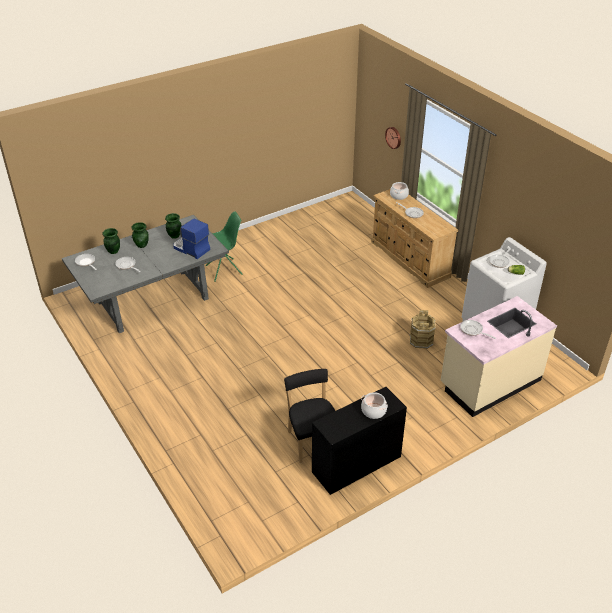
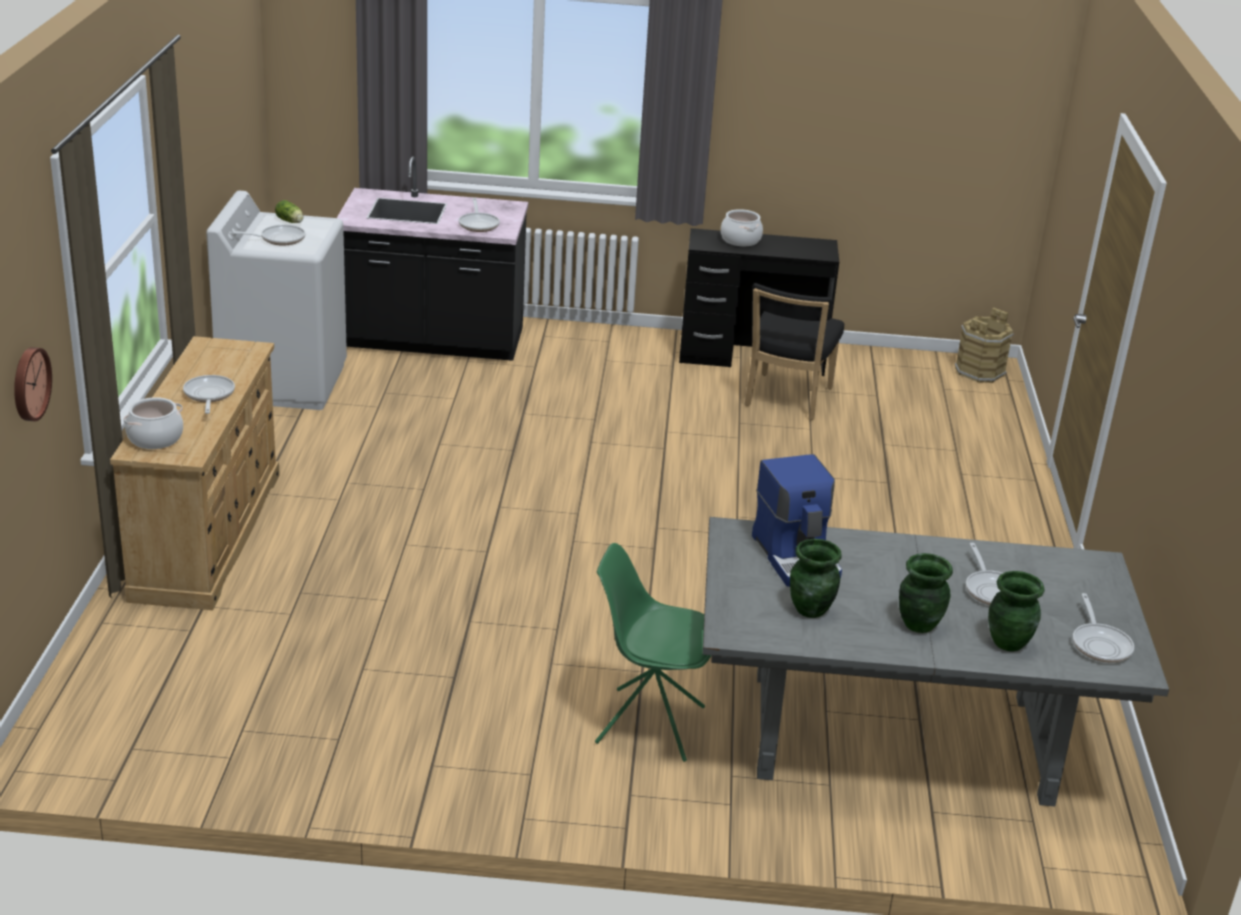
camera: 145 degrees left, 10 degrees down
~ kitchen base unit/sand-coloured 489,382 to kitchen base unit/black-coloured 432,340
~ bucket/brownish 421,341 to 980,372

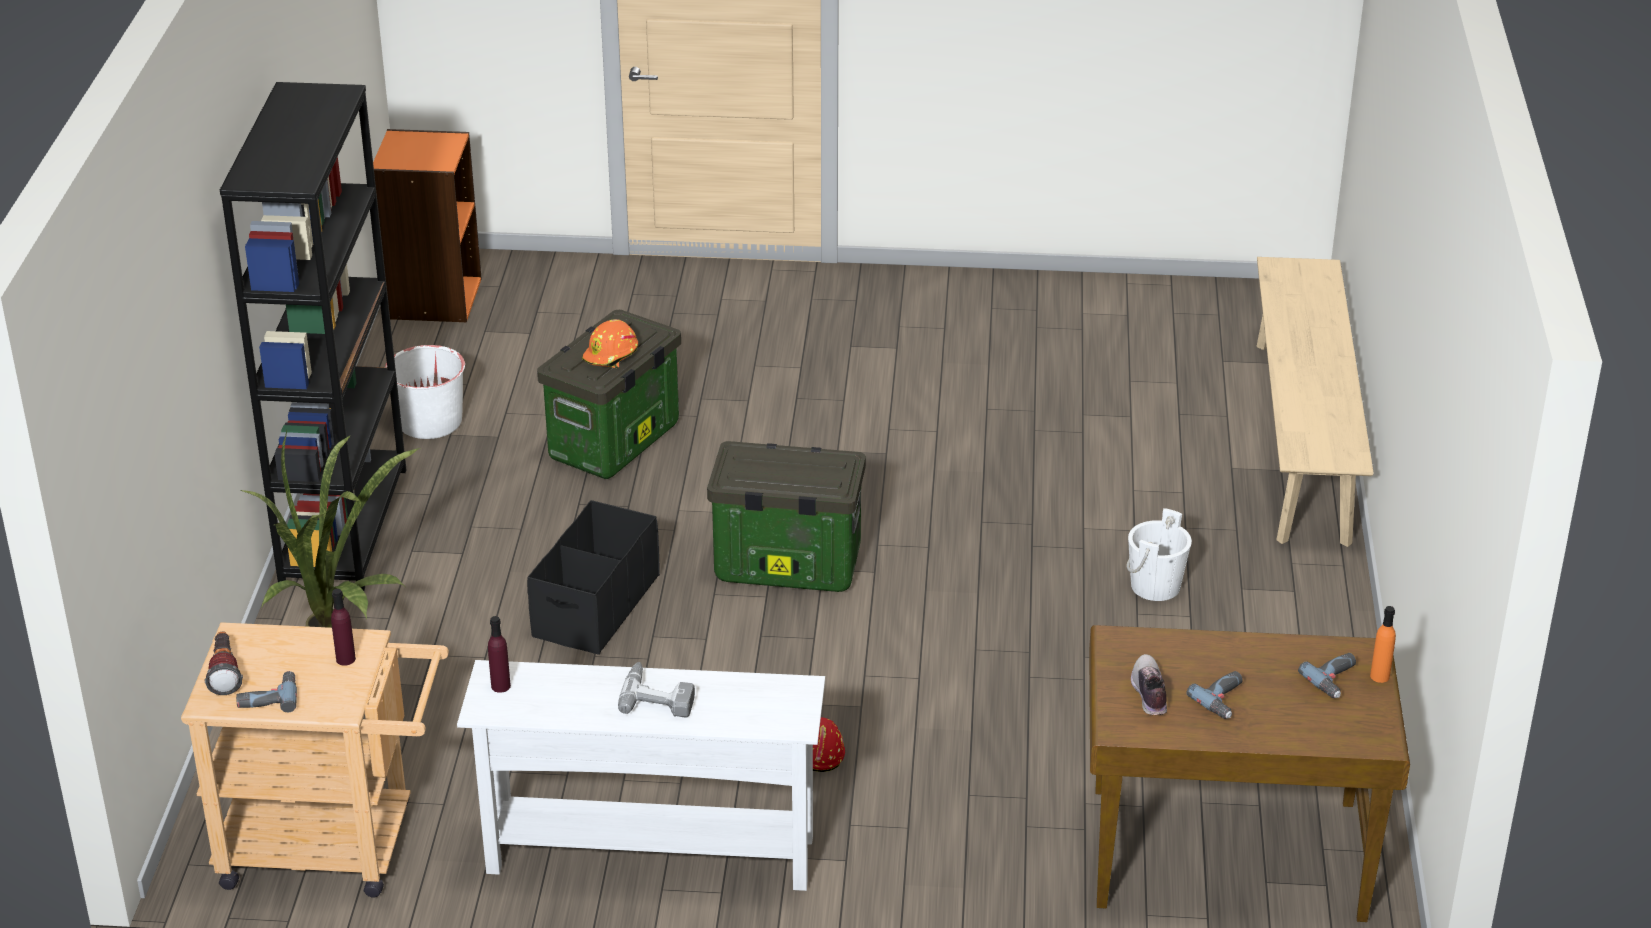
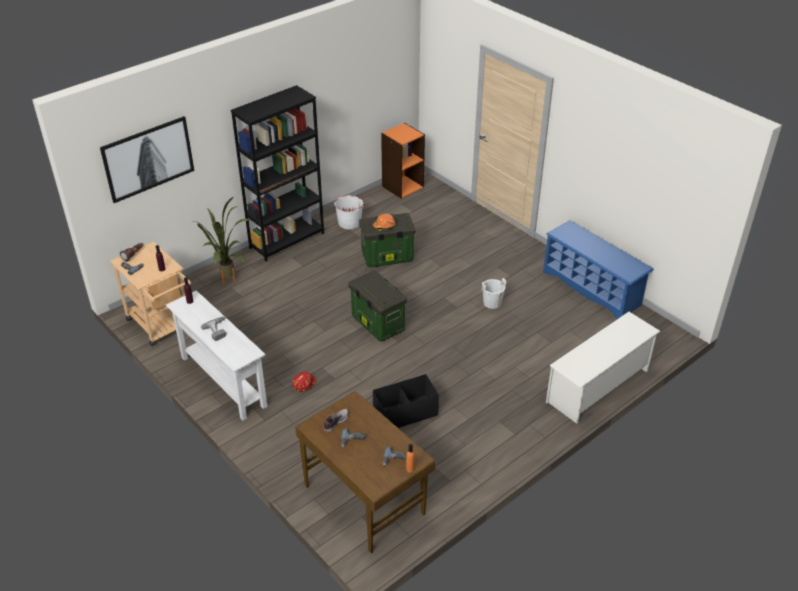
camera: 45 degrees right, 5 degrees up
~ bench/sand-coloured 1302,440 to shoe shelf/white 598,386
~ storage container/black-coloured 595,606 to 405,413
~ bucket/white 1155,586 to 492,302
+ wall picture 148,159
+ shoe shelf/blue 592,288

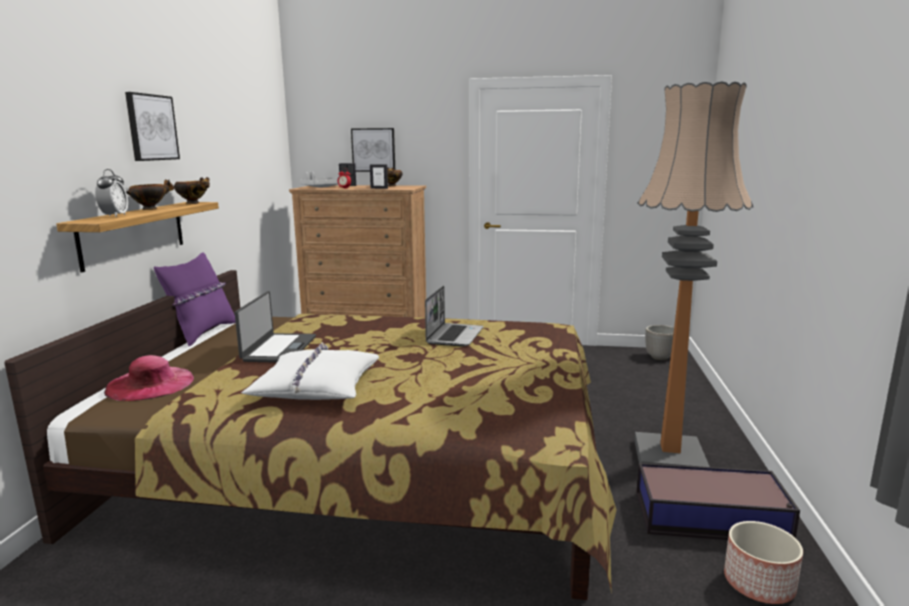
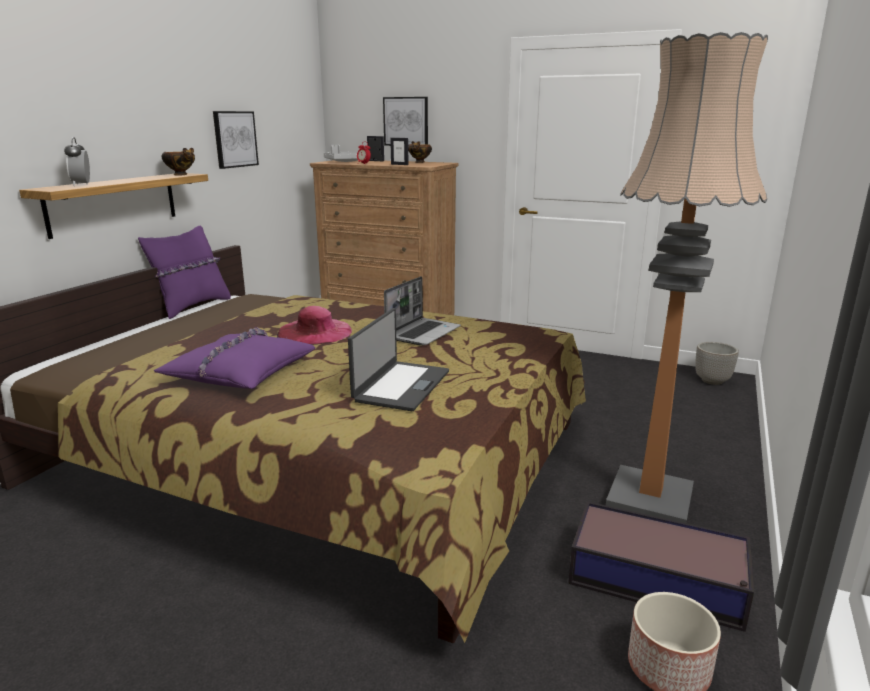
camera: 15 degrees right, 5 degrees up
~ wall picture 151,127 to 234,139
~ table clock 115,216 = 81,185 150 degrees clockwise
- bowl 151,209
~ portable computer 278,348 to 401,386
~ cushion/white 316,387 to cushion/purple 240,373
~ hat/pink-coloured 150,384 to 315,332

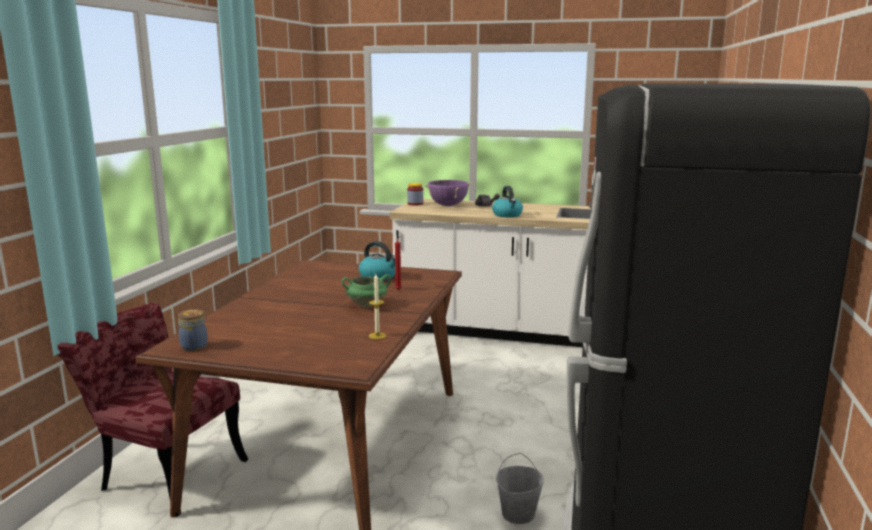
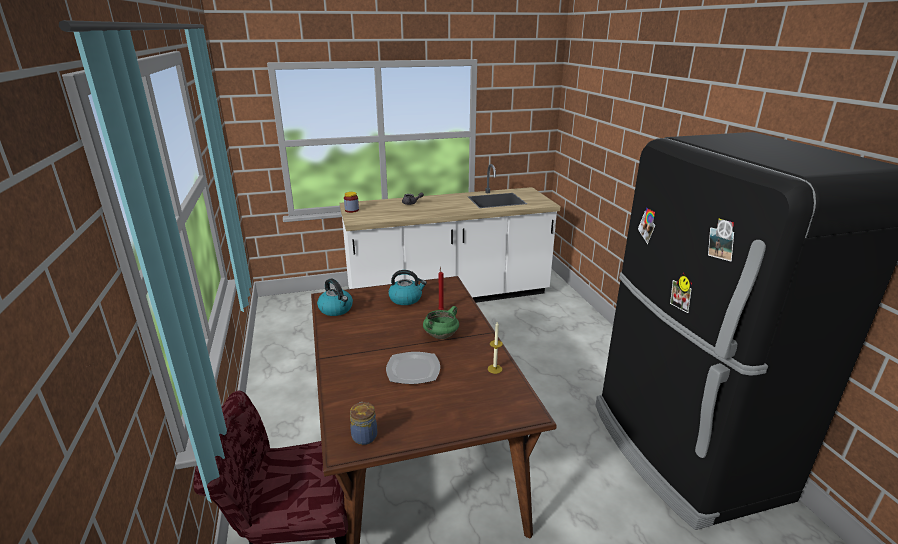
camera: 30 degrees left, 10 degrees up
- cooking pot/purple 448,205
~ tea kettle 507,215 to 336,309
- bucket/greyish 518,514
+ plate 412,369

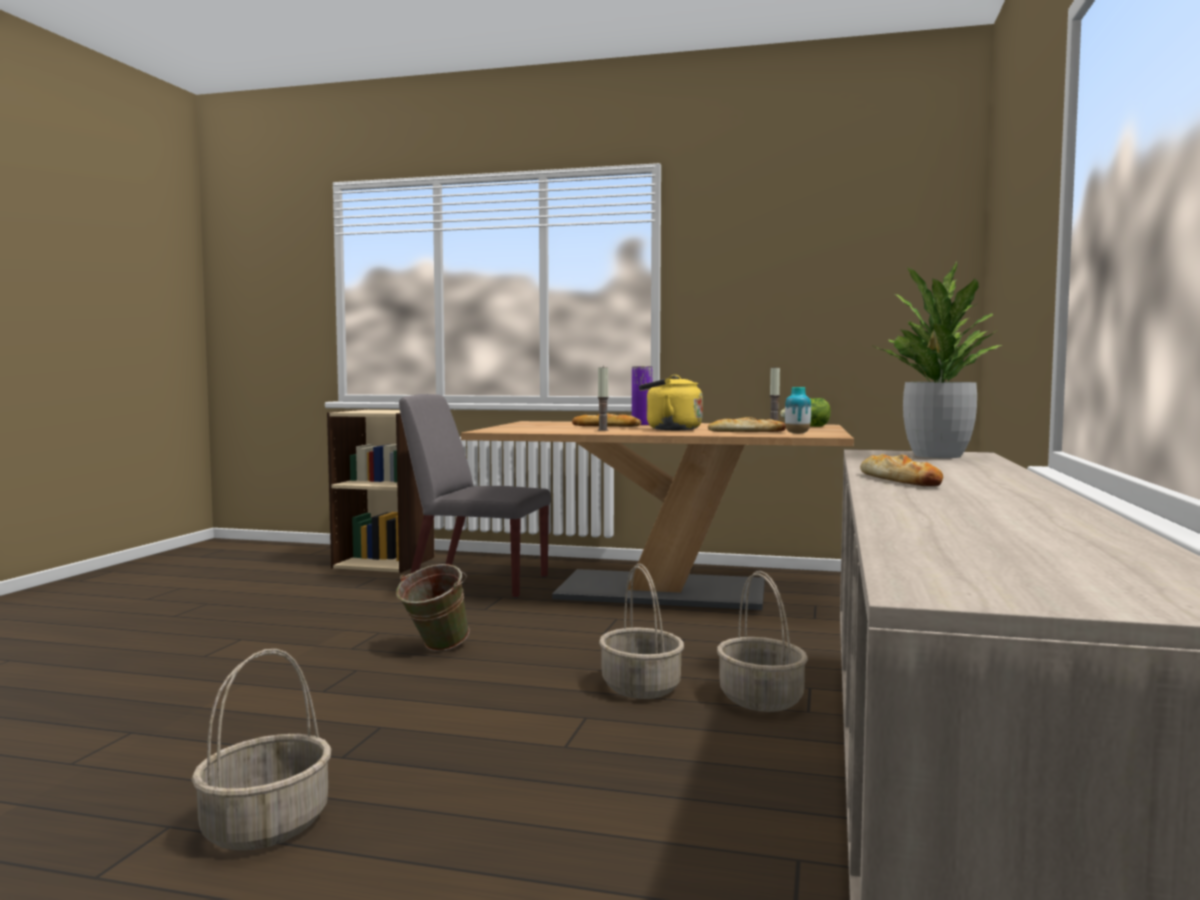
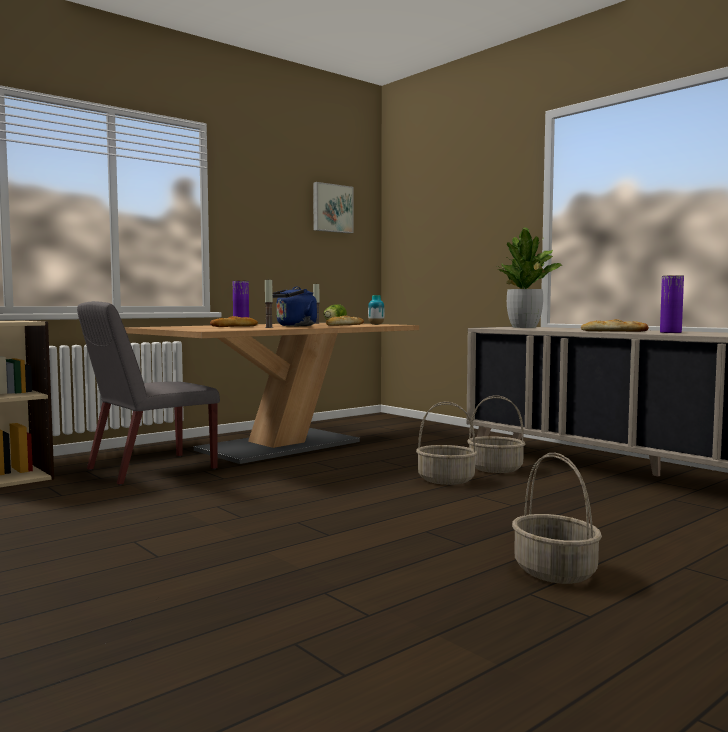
camera: 55 degrees left, 0 degrees up
~ tea kettle/yellowish 669,429 to tea kettle/blue 294,326
- bucket/green-coloured 434,650
+ wall picture 331,208
+ decorative vase/purple 670,332

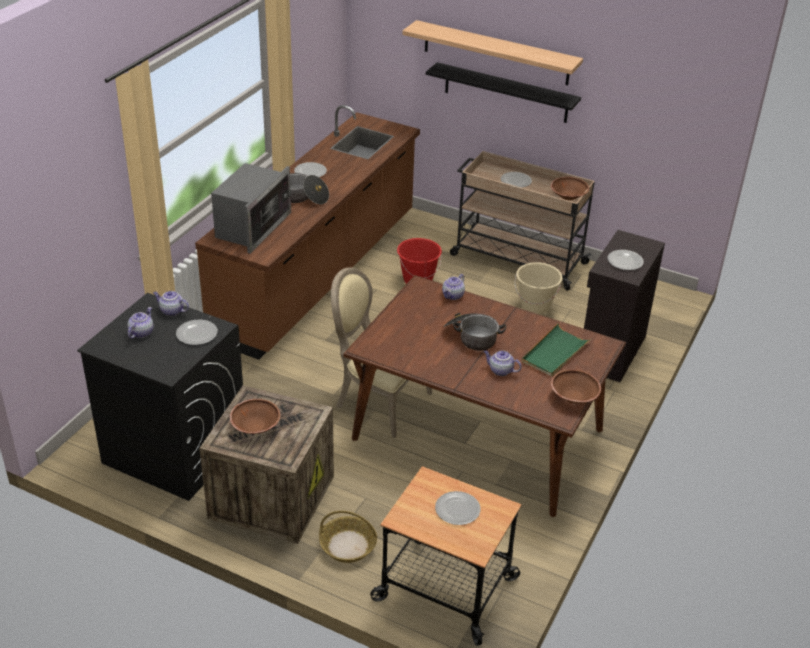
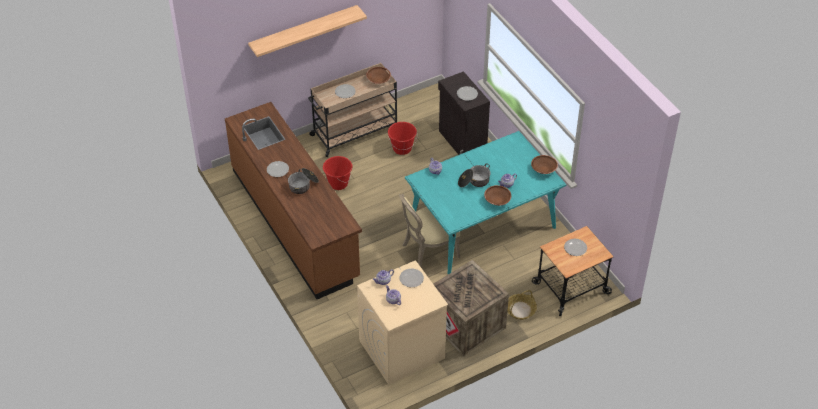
camera: 55 degrees left, 10 degrees up
- bracket shelf/black-coloured 506,93
- microwave 252,227
~ bucket/sand-coloured 535,306 to bucket/red-coloured 402,148
~ dinner table/brownish 479,434 to dinner table/blue-green 482,224
~ laundry machine/black-coloured 174,450 to laundry machine/sand-coloured 401,350
- carrying tray/green-coloured 555,353
~ bowl/brownish 255,426 to 497,200

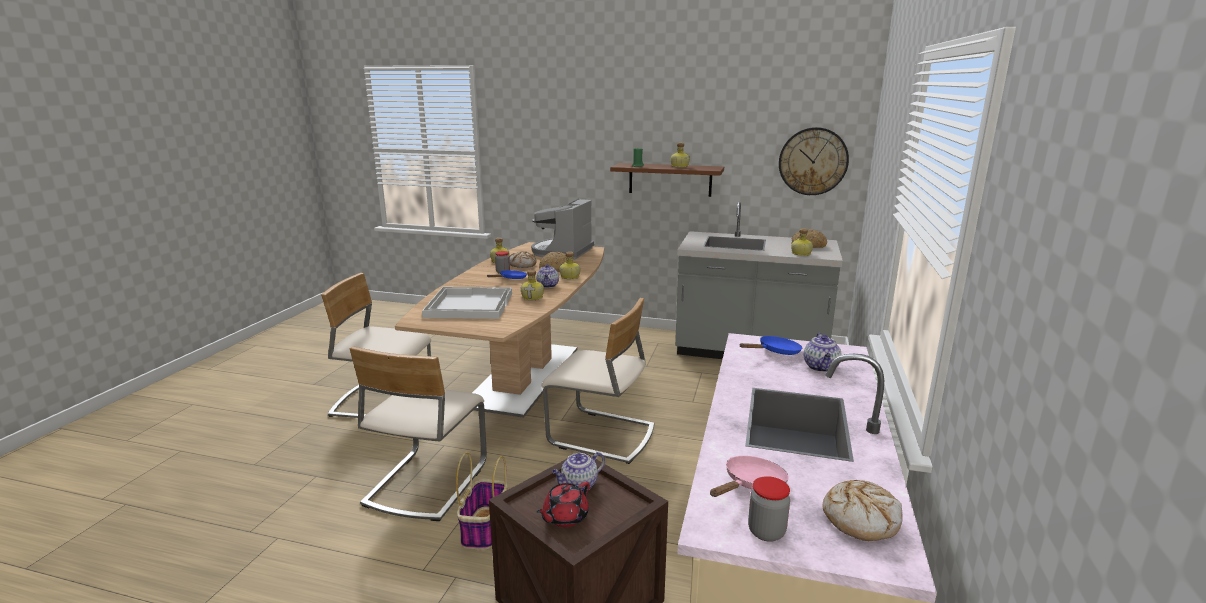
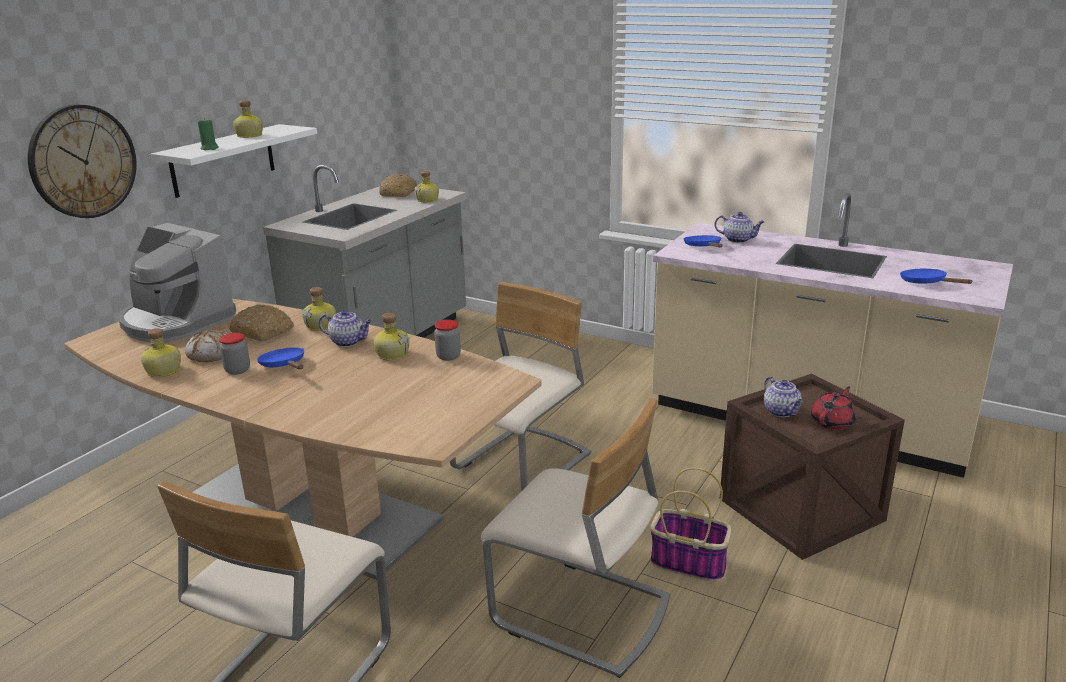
camera: 75 degrees left, 5 degrees up
~ hanging clock 813,161 to 83,161
~ bracket shelf/brownish 670,179 to bracket shelf/white 223,160
- carrying tray/white 469,305
~ skillet/pink-coloured 751,485 to skillet/blue 926,283
~ preserve jar 766,532 to 448,356
- bakery bread 860,519
~ teapot/red-coloured 564,517 = 832,422 105 degrees counterclockwise

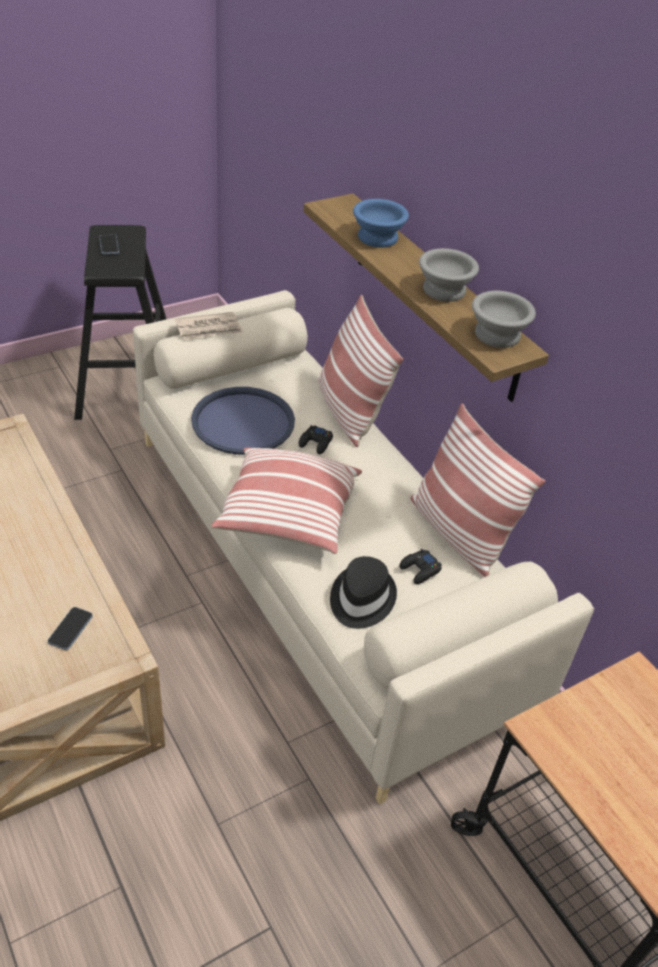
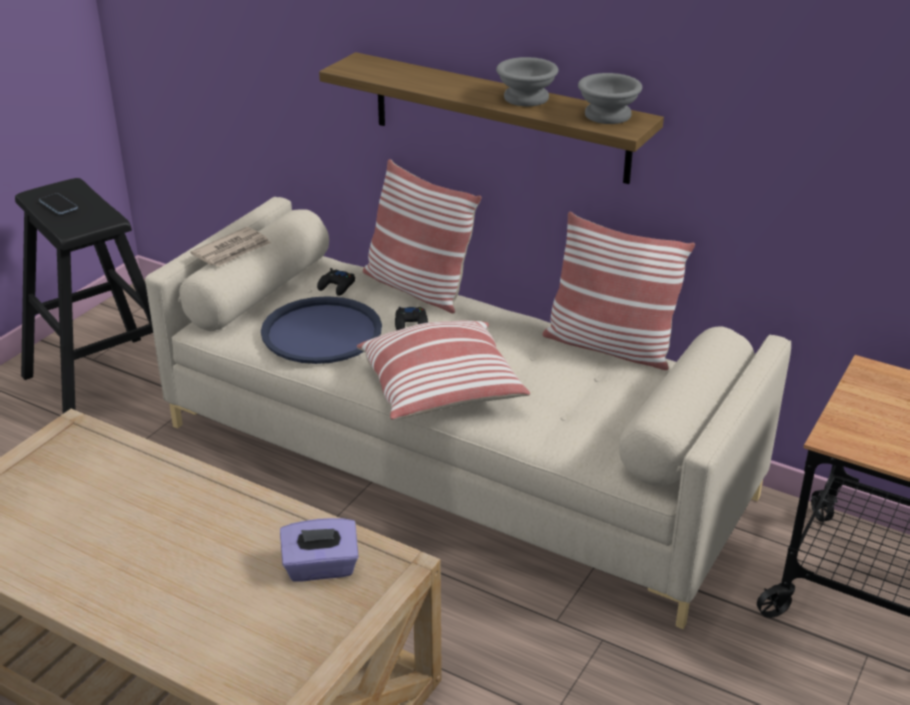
camera: 25 degrees left, 10 degrees down
- bowl/blue 376,237
~ joypad/black-coloured 420,570 to 337,286
- hat/black-coloured 361,599
~ phone 70,629 to tissue holder/purple 321,568

